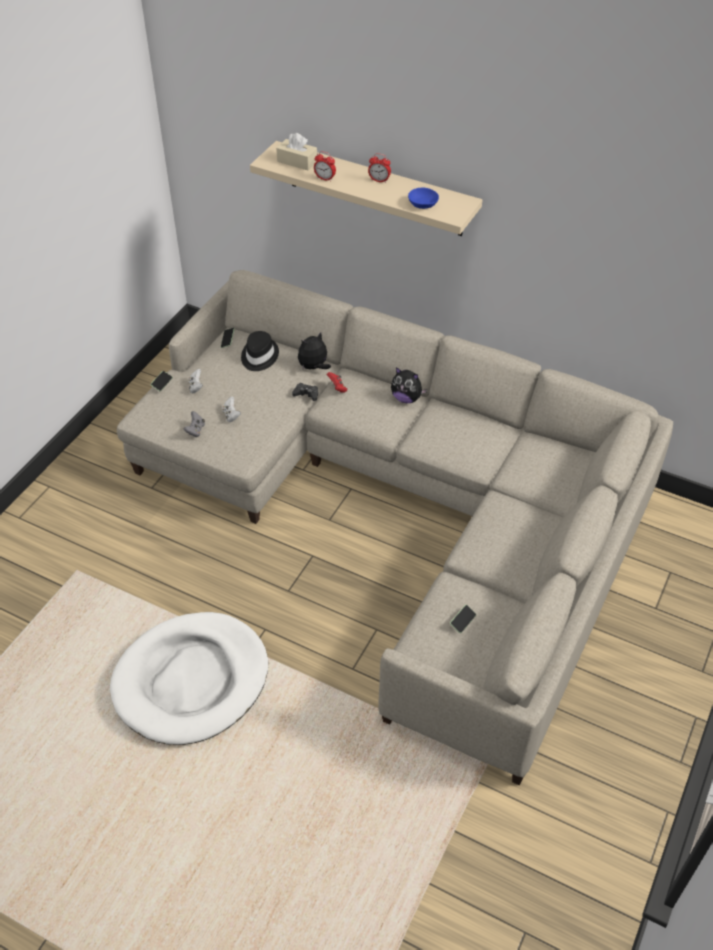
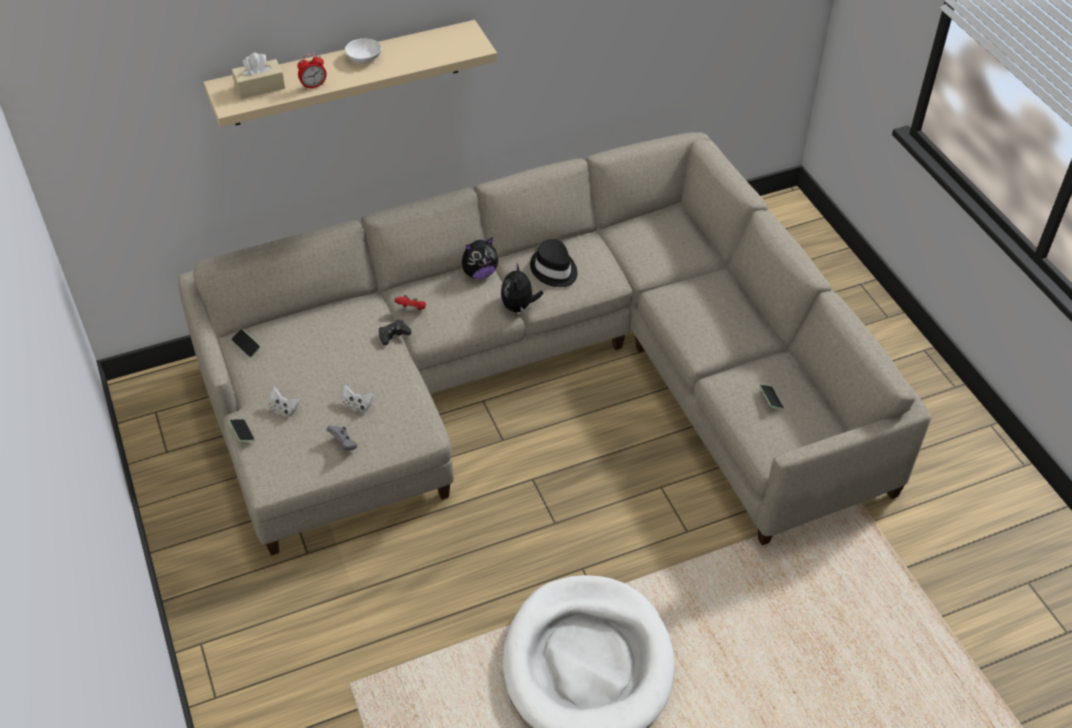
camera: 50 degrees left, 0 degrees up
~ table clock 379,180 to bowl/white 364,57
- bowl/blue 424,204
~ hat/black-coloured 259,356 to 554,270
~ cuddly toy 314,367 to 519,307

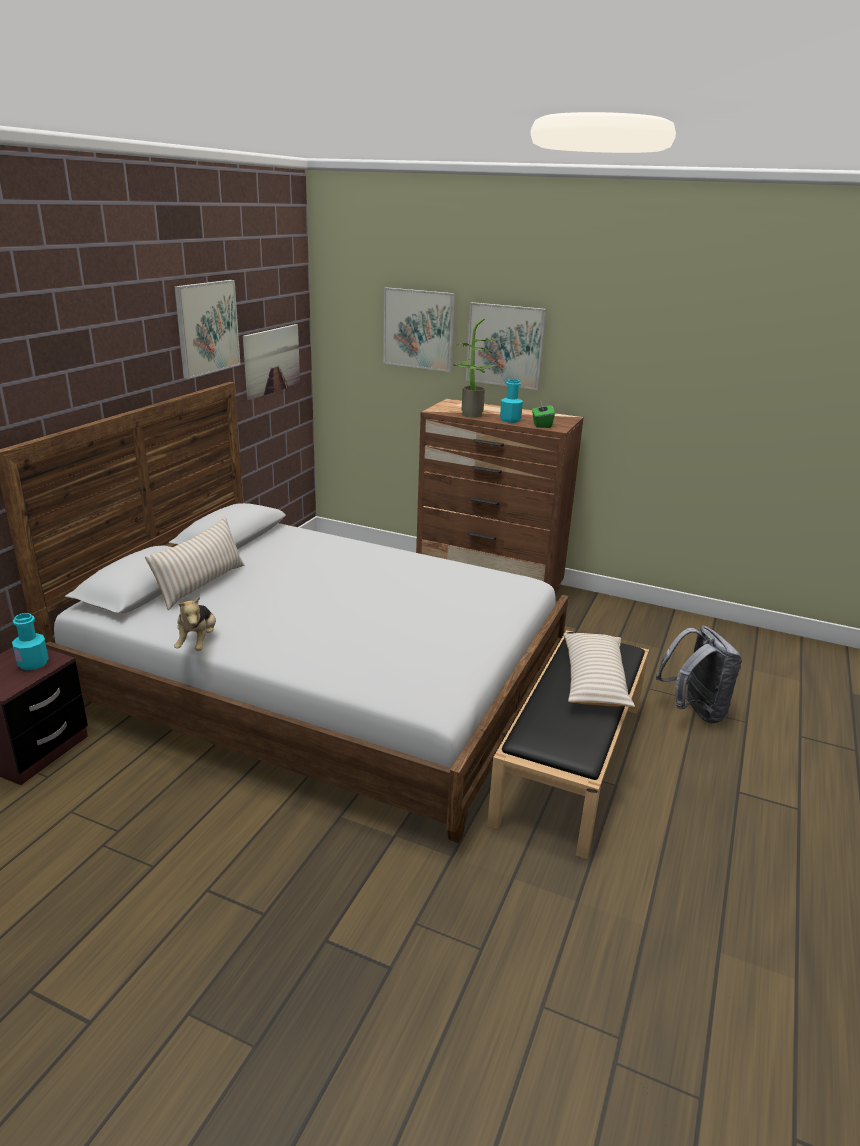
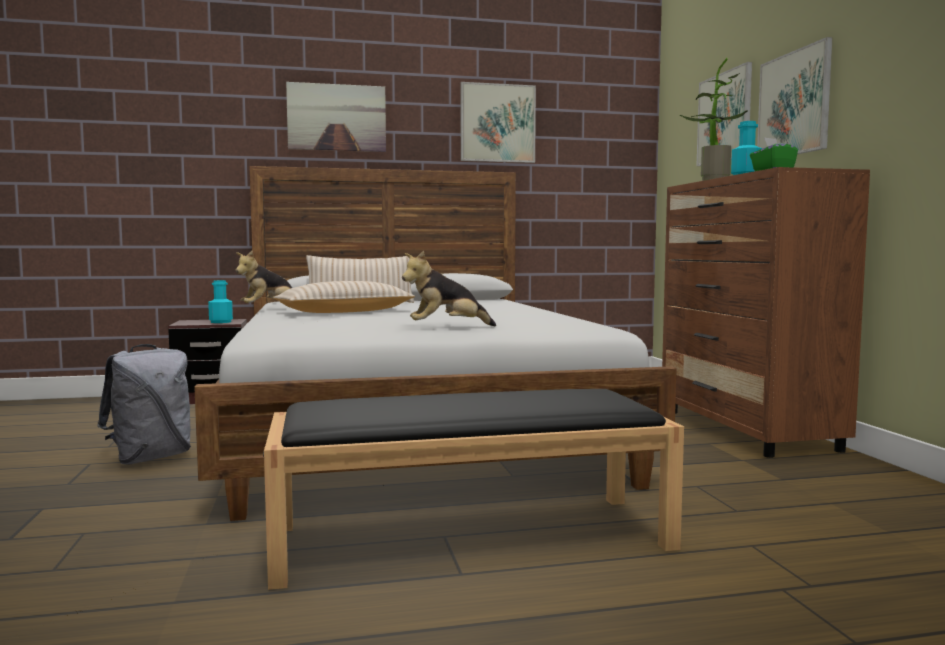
camera: 55 degrees right, 20 degrees down
~ wall picture 271,360 to 337,117
~ rucksack/greyish 693,711 to 150,458
~ cushion/sand-coloured 594,680 to 345,312
+ cuddly toy 446,328

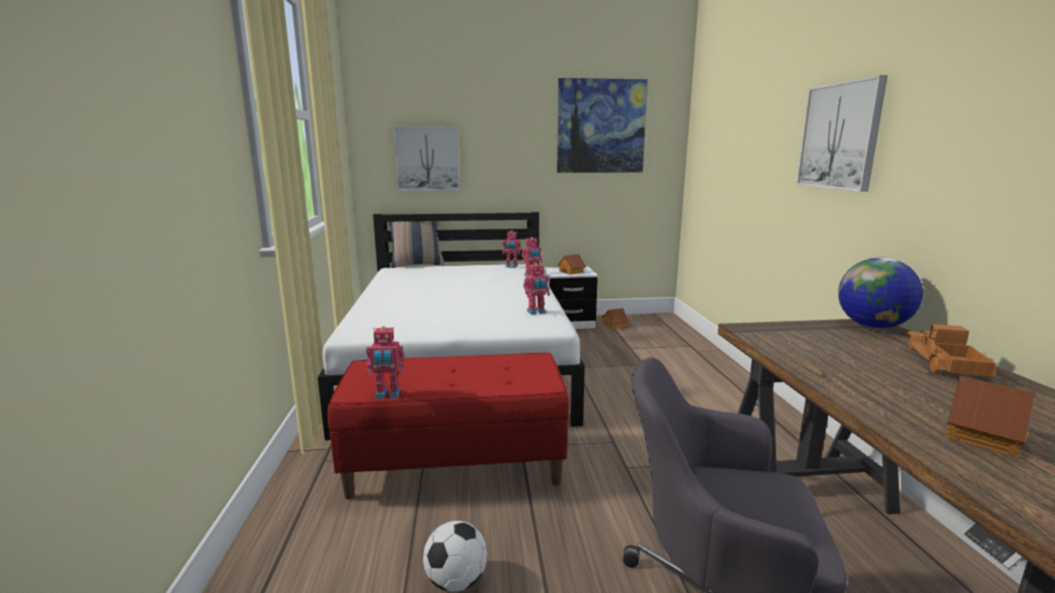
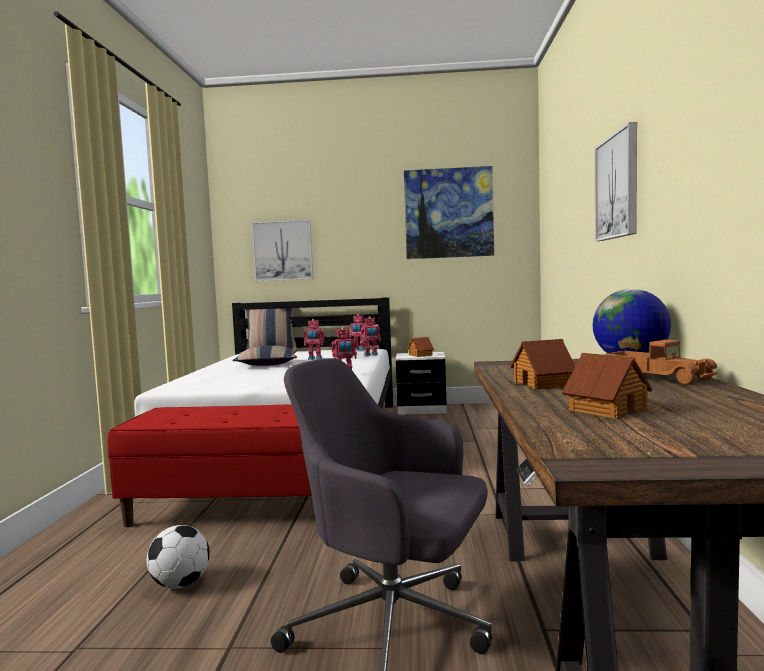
camera: 10 degrees right, 10 degrees down
~ toy house 615,325 to 544,383
~ toy lorry 943,363 = 658,377 120 degrees clockwise
~ model robot 388,394 to 315,359
+ cushion 267,364

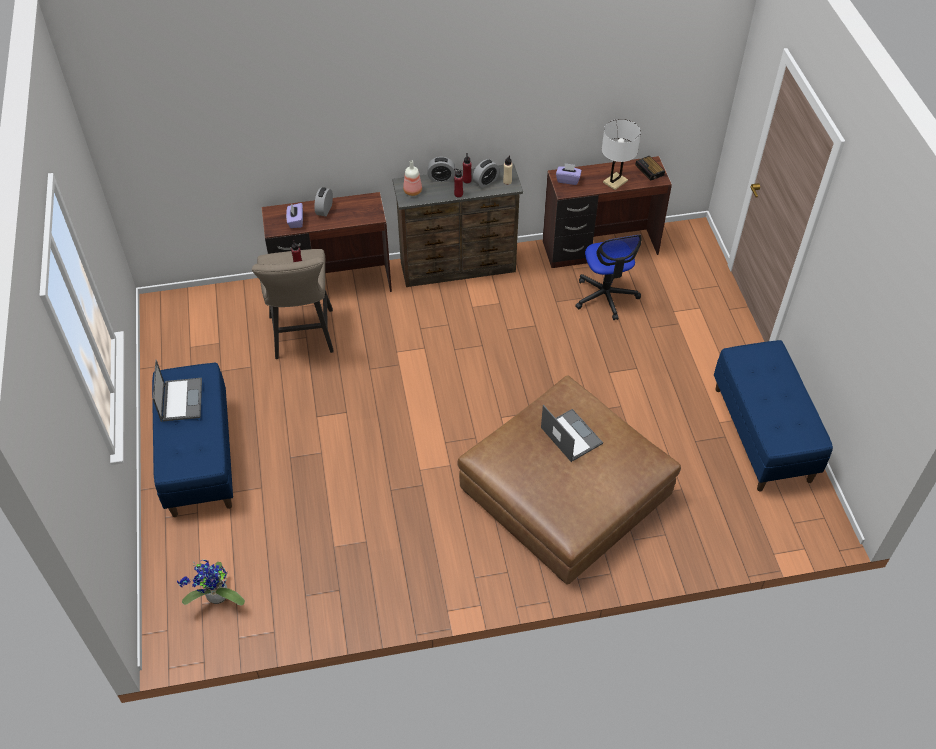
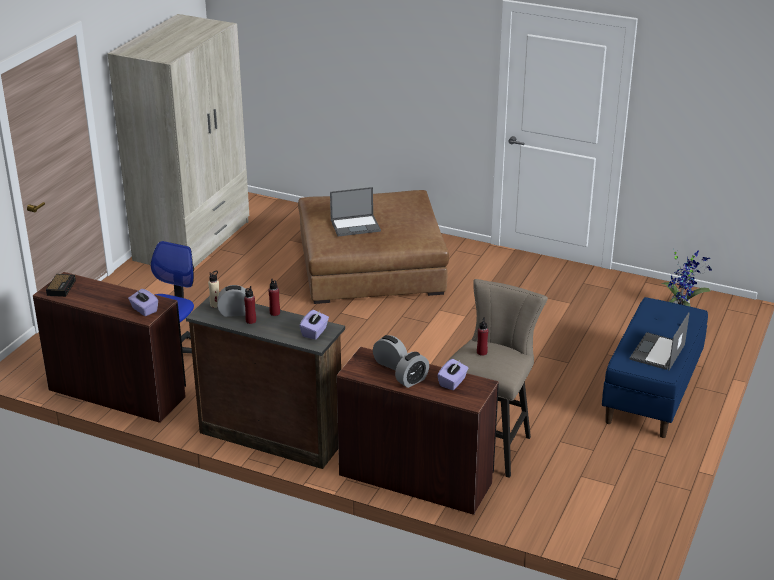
camera: 145 degrees left, 20 degrees down
- lamp for a table/white 615,181
~ table clock 441,178 to 390,364
~ bottle 413,191 to tissue holder/purple 314,332
~ bench/blue 763,434 to armoire/sand-coloured 193,241
~ portable computer 570,435 = 356,225 105 degrees counterclockwise

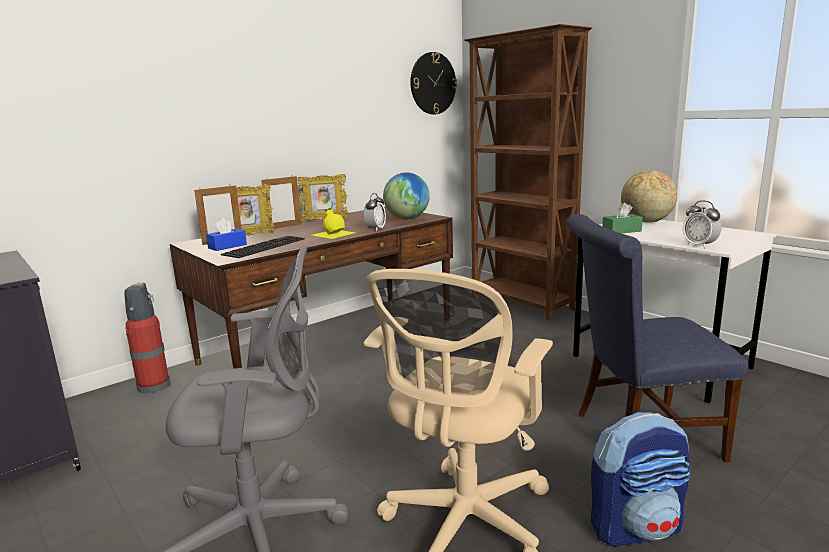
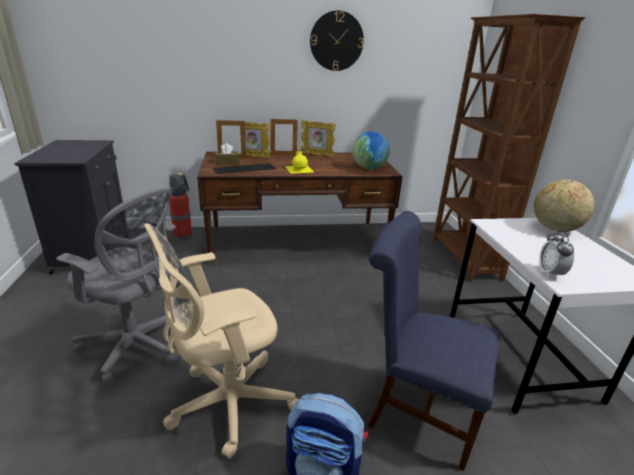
camera: 30 degrees right, 10 degrees up
~ hanging clock 433,83 to 336,41
- table clock 375,229
- tissue holder/green-coloured 621,231
~ tissue holder/blue 227,246 to tissue holder/brownish 227,162

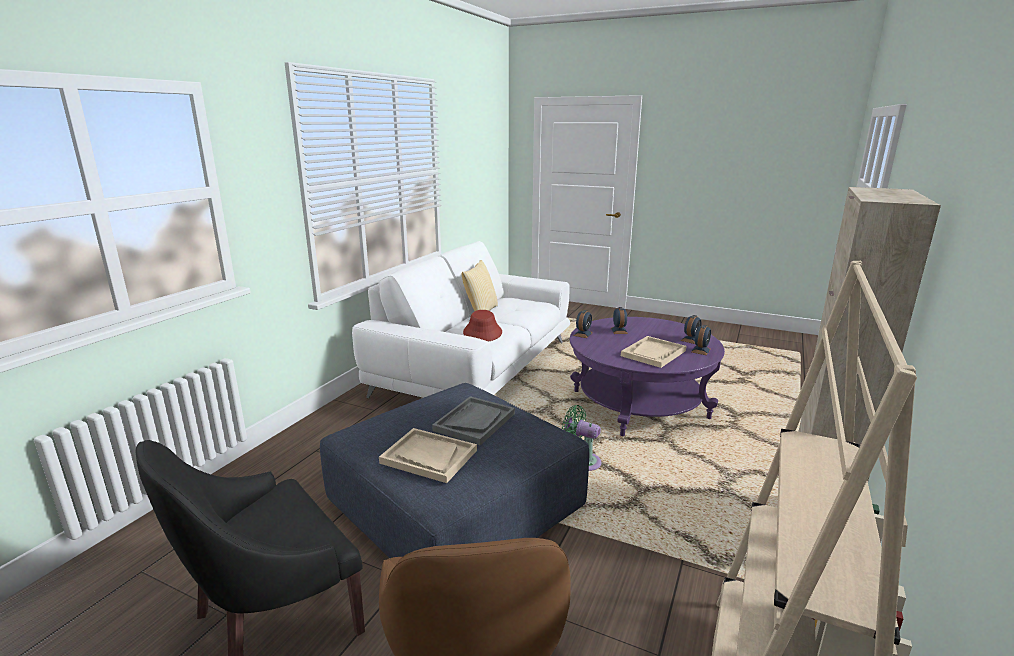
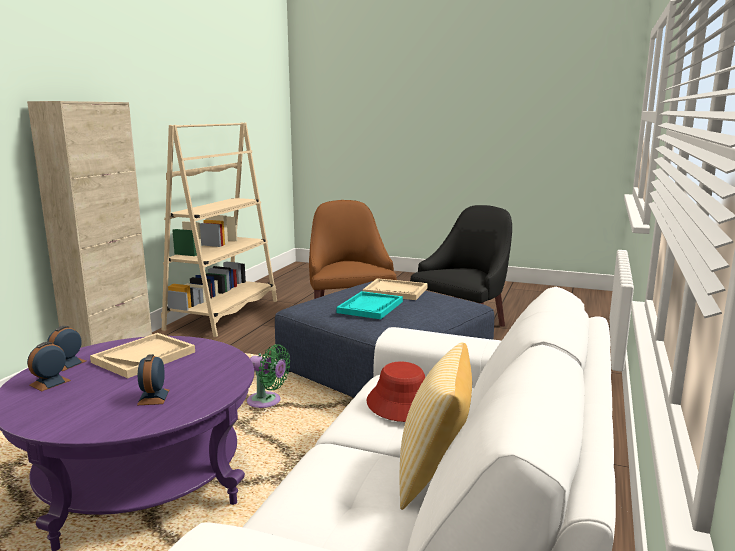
camera: 175 degrees right, 5 degrees down
- table clock 583,334
~ carrying tray/greyish 474,422 to carrying tray/blue-green 370,307

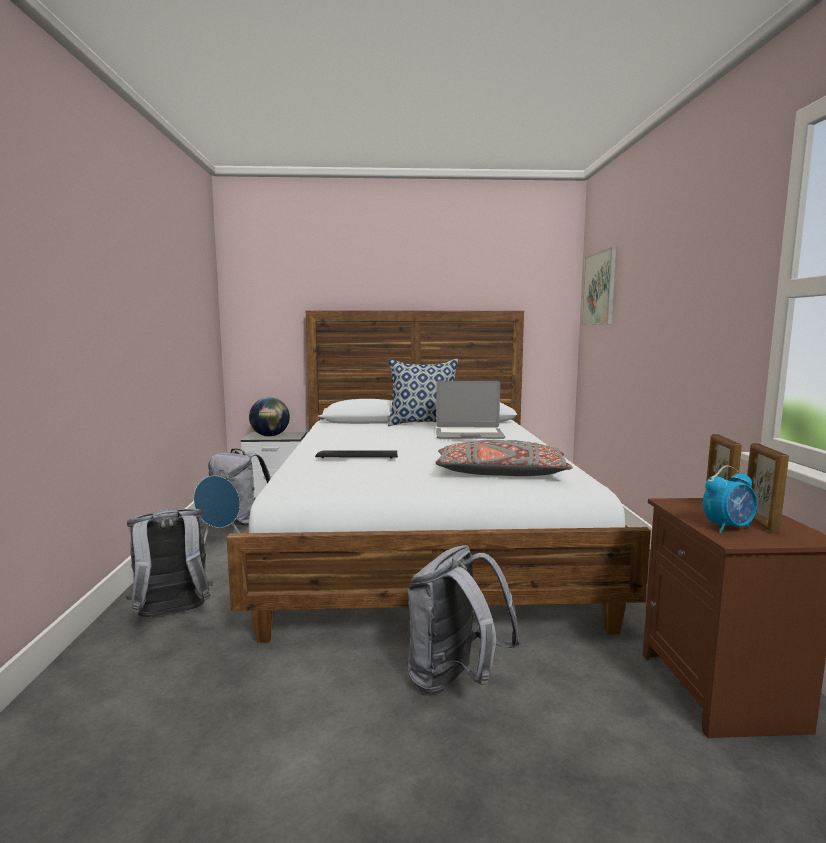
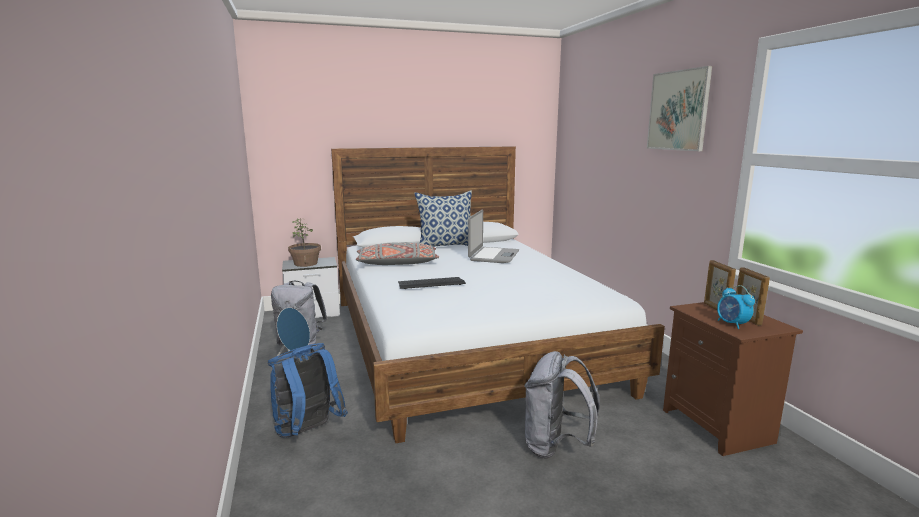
camera: 15 degrees left, 5 degrees up
~ wall picture 599,288 to 678,110
~ portable computer 469,435 = 493,256 60 degrees counterclockwise
~ desk globe 270,436 to plant in a pot 306,263
~ cushion/greyish 500,473 to 397,263
~ table clock 728,527 = 732,324 105 degrees clockwise
~ rucksack/greyish 172,615 to rucksack/blue 307,432

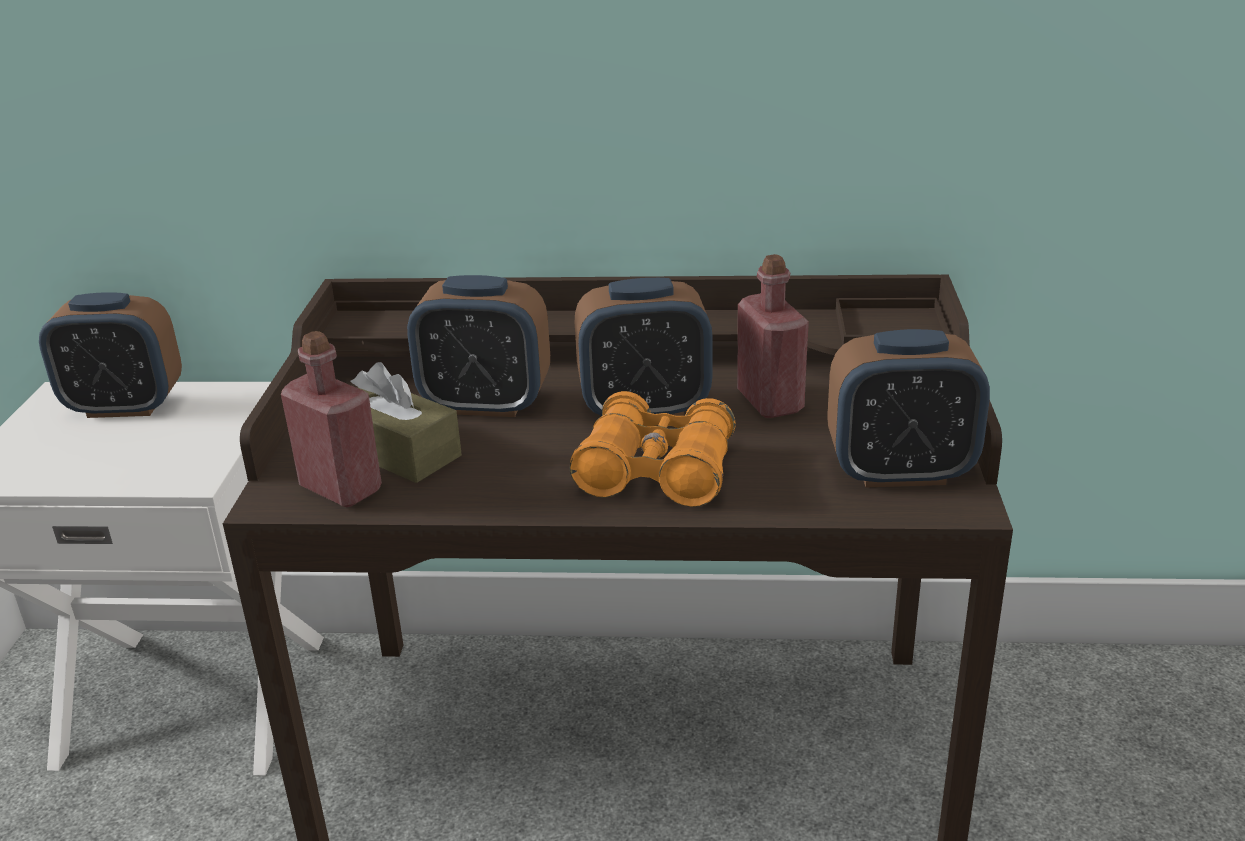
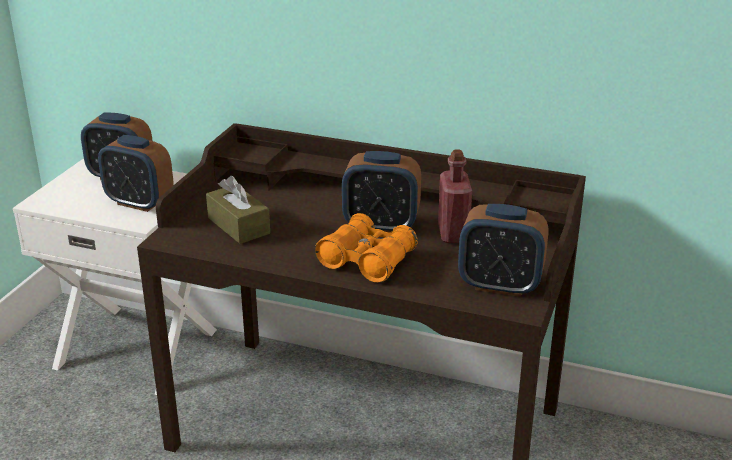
camera: 15 degrees right, 0 degrees up
~ table clock 485,404 to 139,203
- bottle/red-coloured 341,488

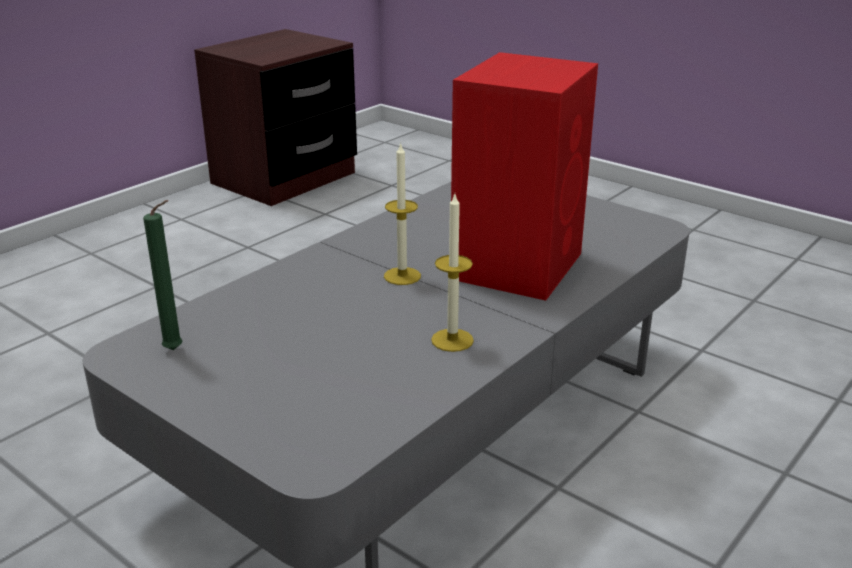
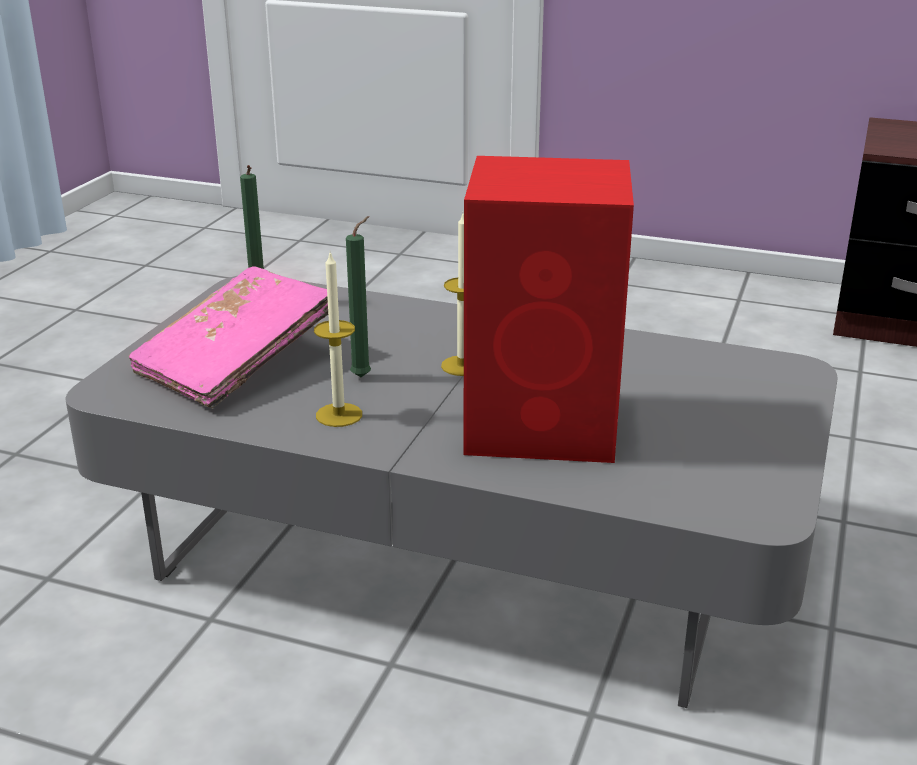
camera: 70 degrees right, 0 degrees up
+ wax light/green-coloured 364,376
+ bound book/pink-coloured 236,363

